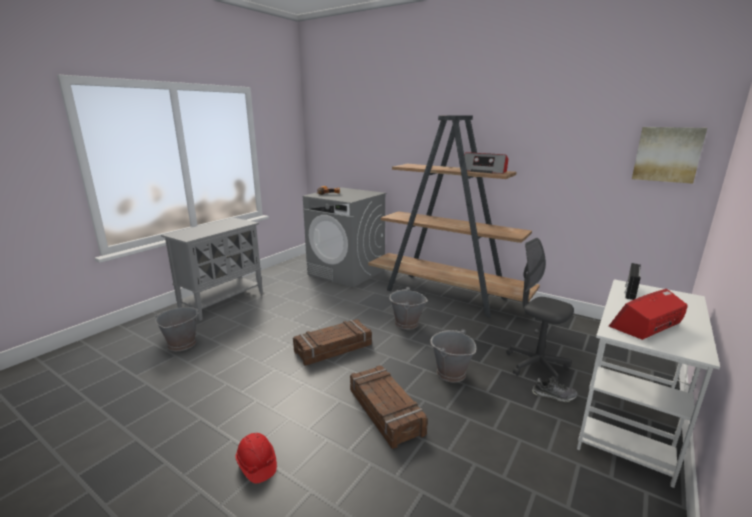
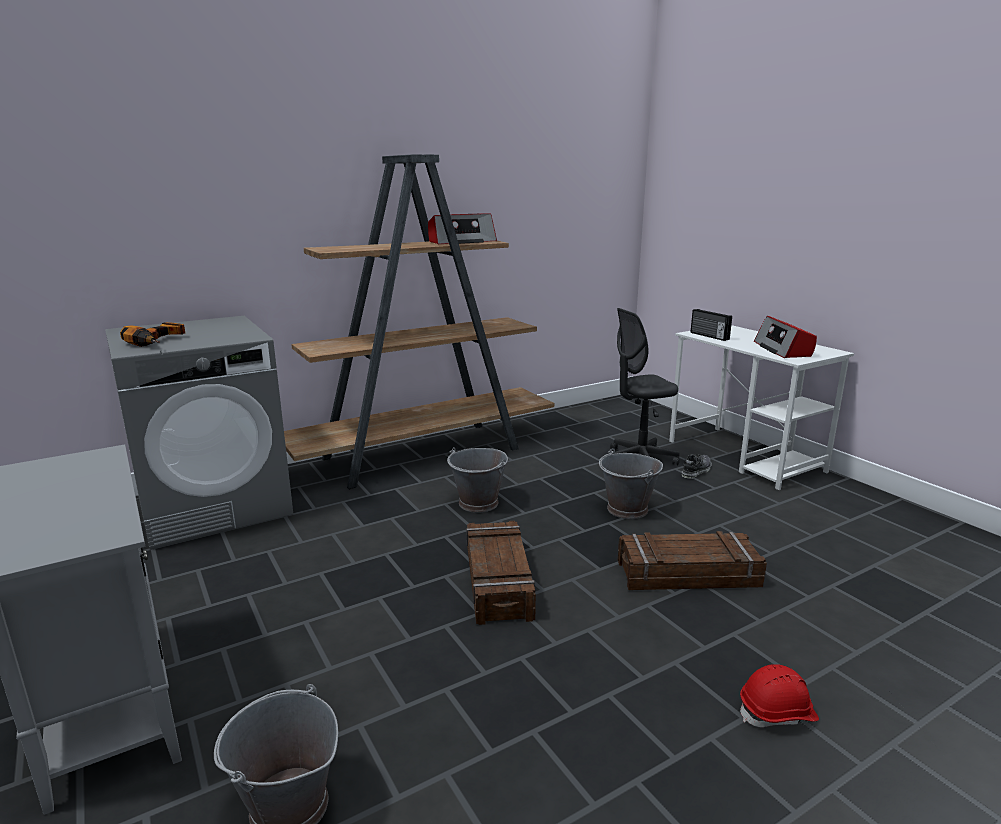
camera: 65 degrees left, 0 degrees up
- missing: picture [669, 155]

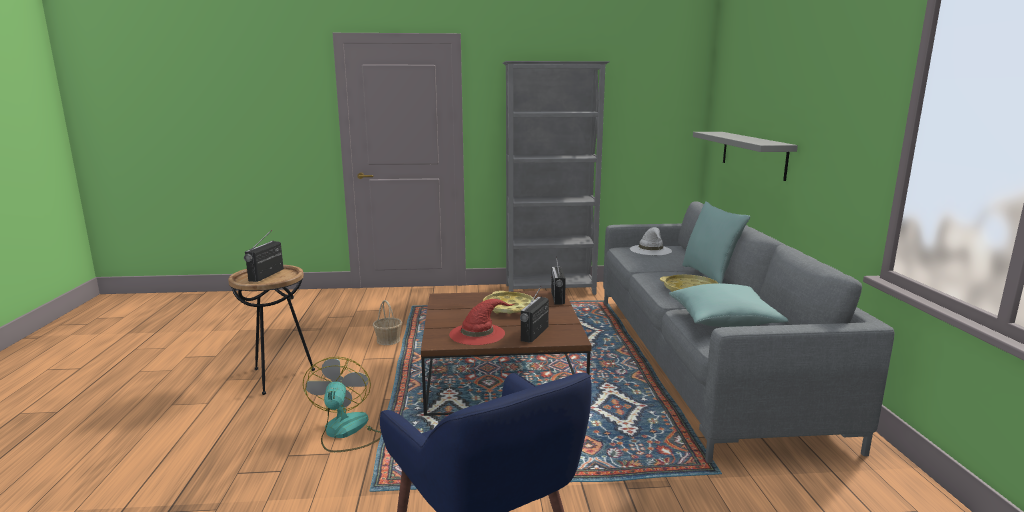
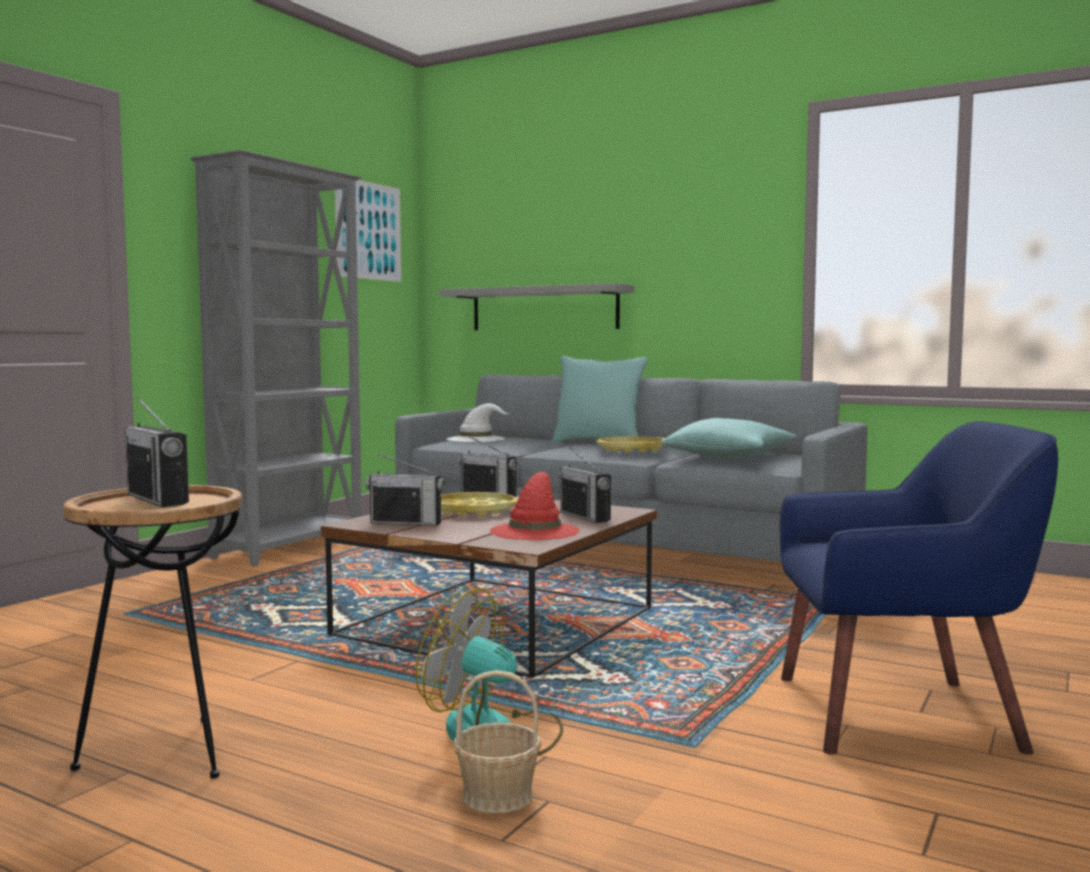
camera: 55 degrees left, 10 degrees down
- relocated: basket [387, 322] to [497, 741]
- appeared: picture [368, 231]
- appeared: radio [405, 490]

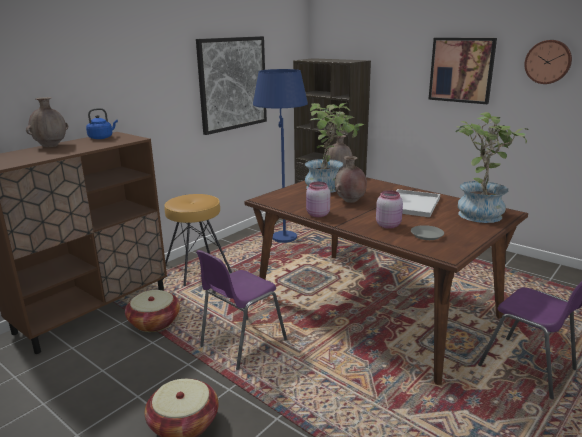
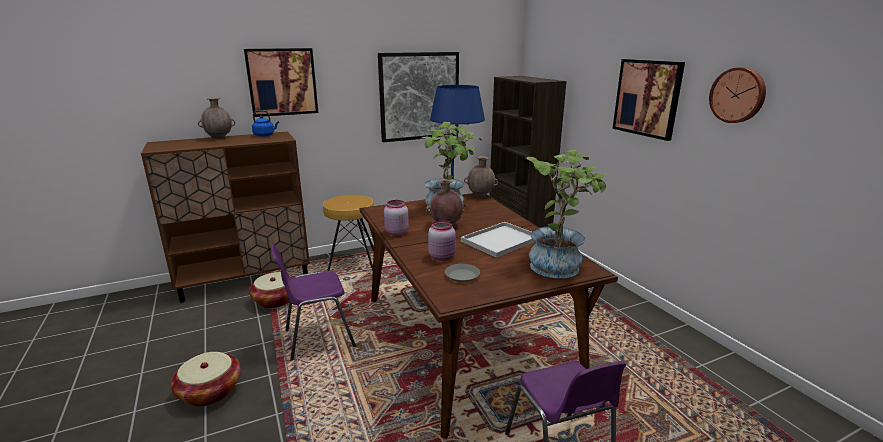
camera: 25 degrees right, 0 degrees up
- appeared: picture [281, 82]

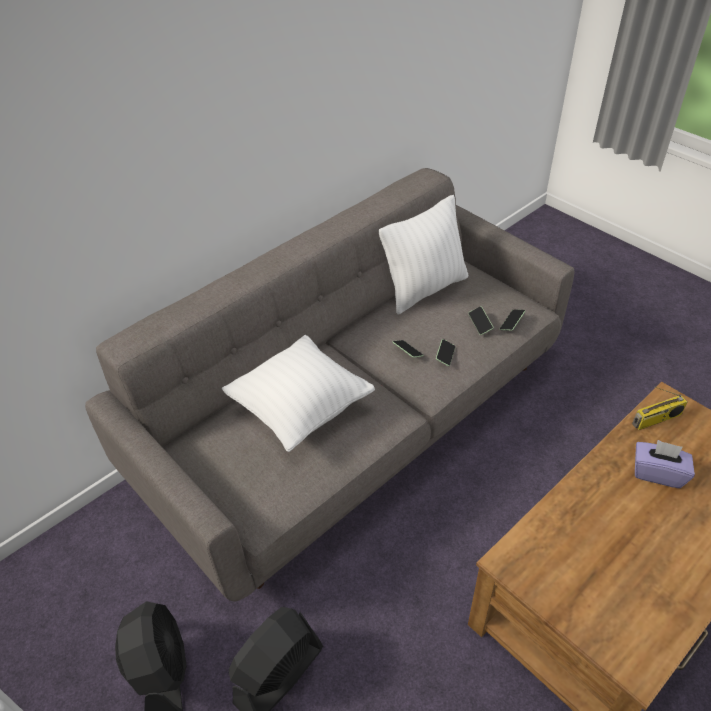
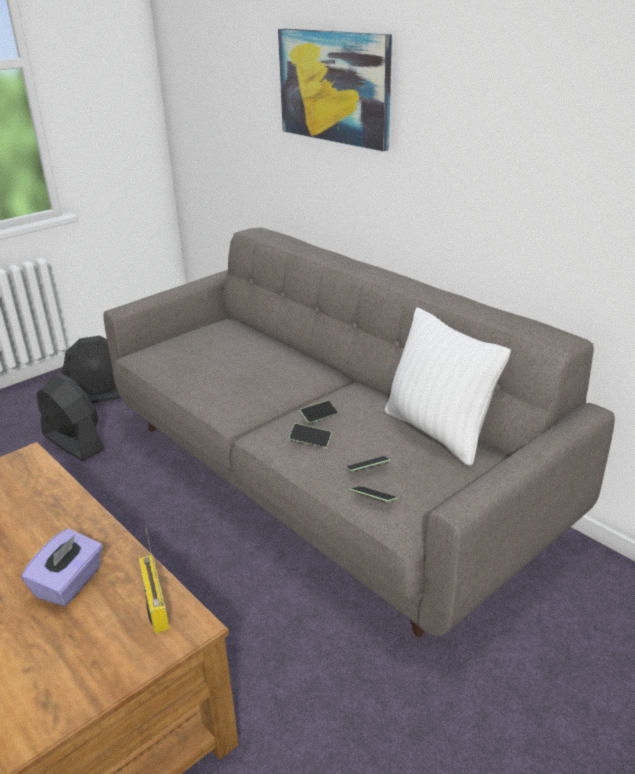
camera: 90 degrees right, 15 degrees down
- missing: white pillow [298, 393]
- appeared: picture [335, 90]

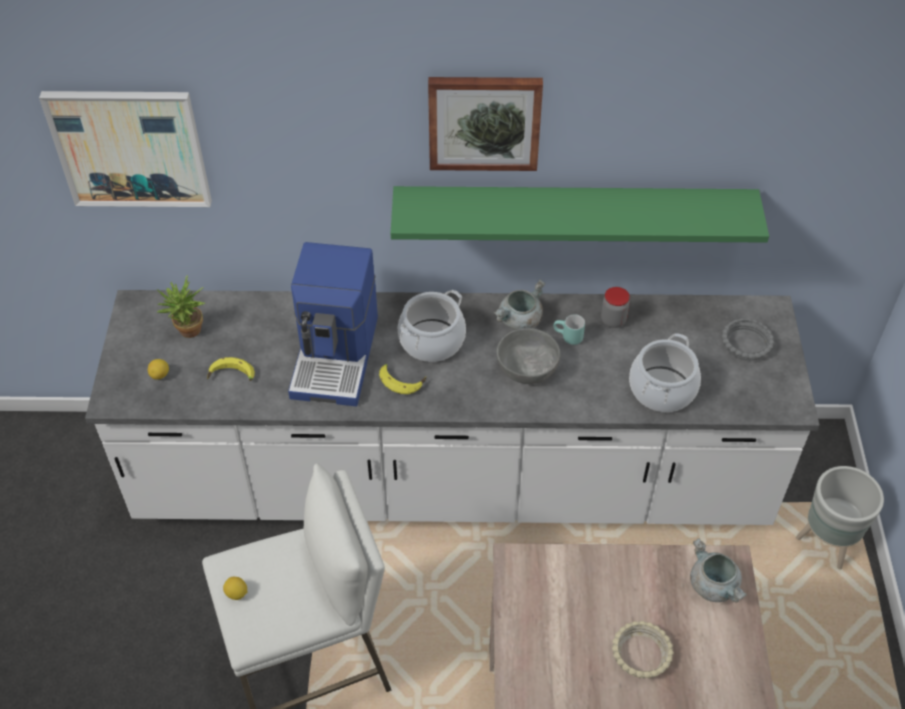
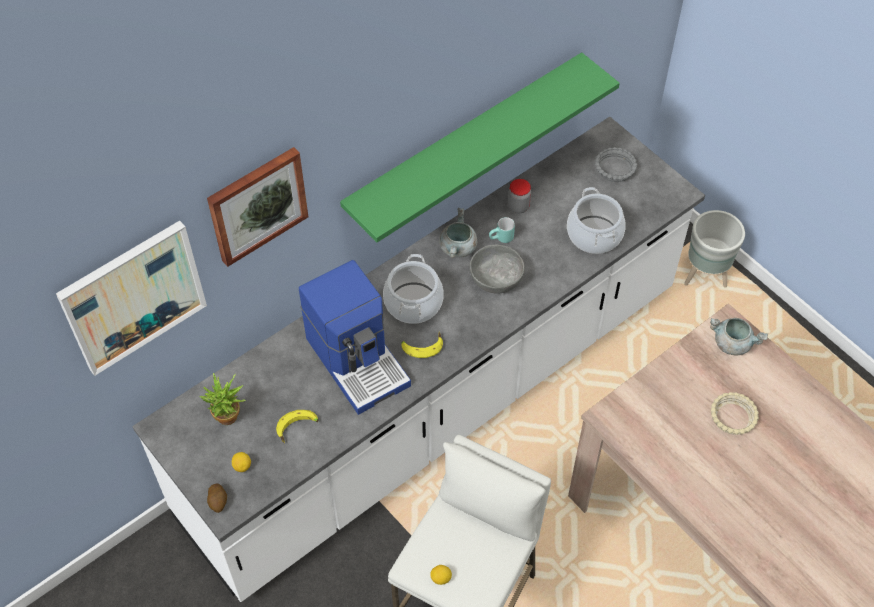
camera: 40 degrees left, 5 degrees up
- relocated: picture [485, 124] to [257, 207]
- appeared: potato [217, 498]

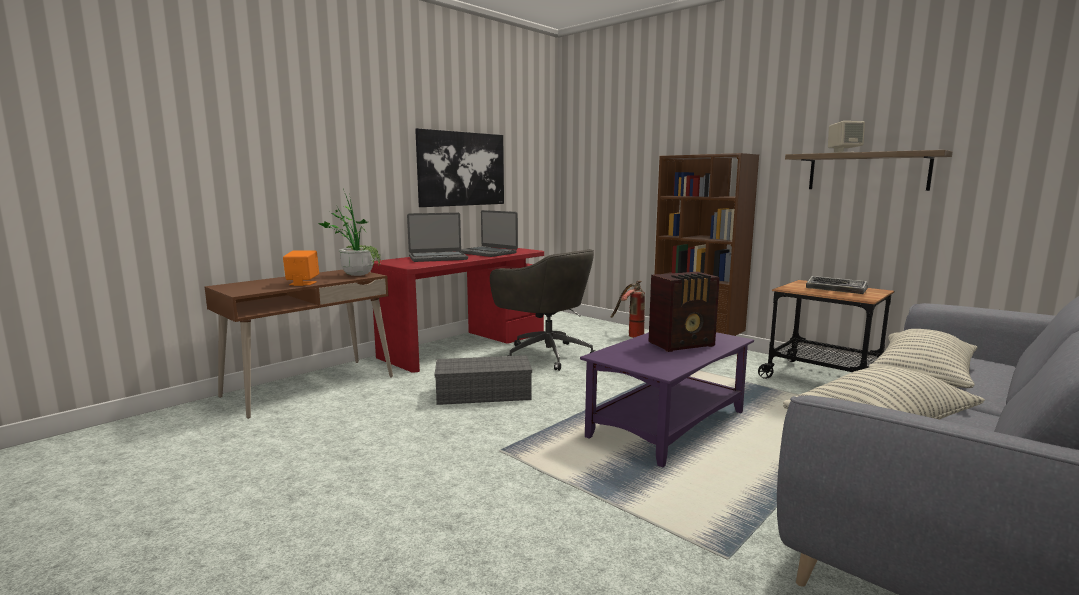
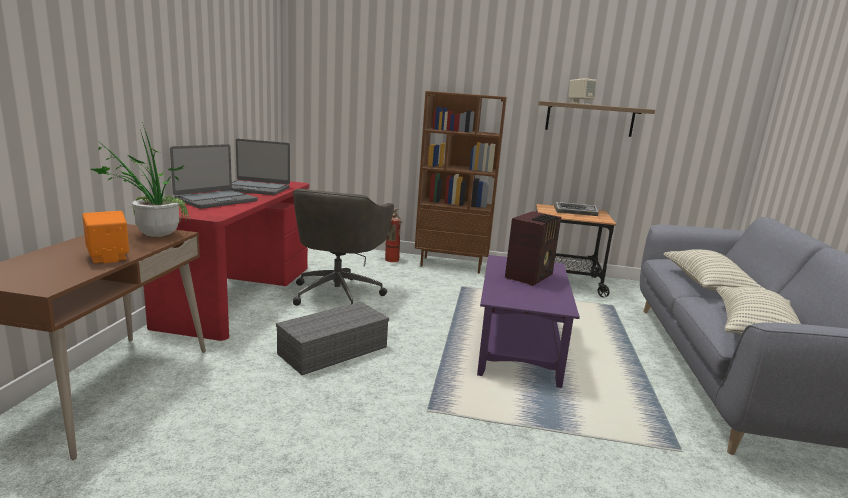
camera: 35 degrees left, 5 degrees up
- missing: picture [459, 167]
- spun: grey office chair [543, 310] = [343, 247] 90 degrees clockwise

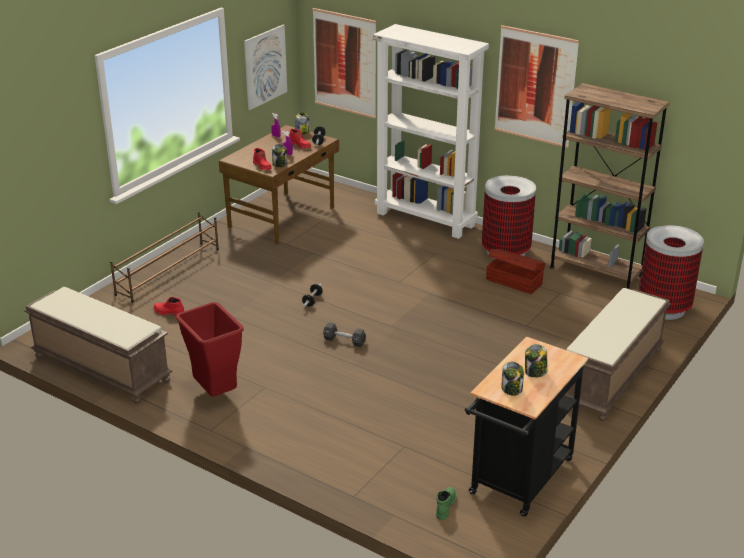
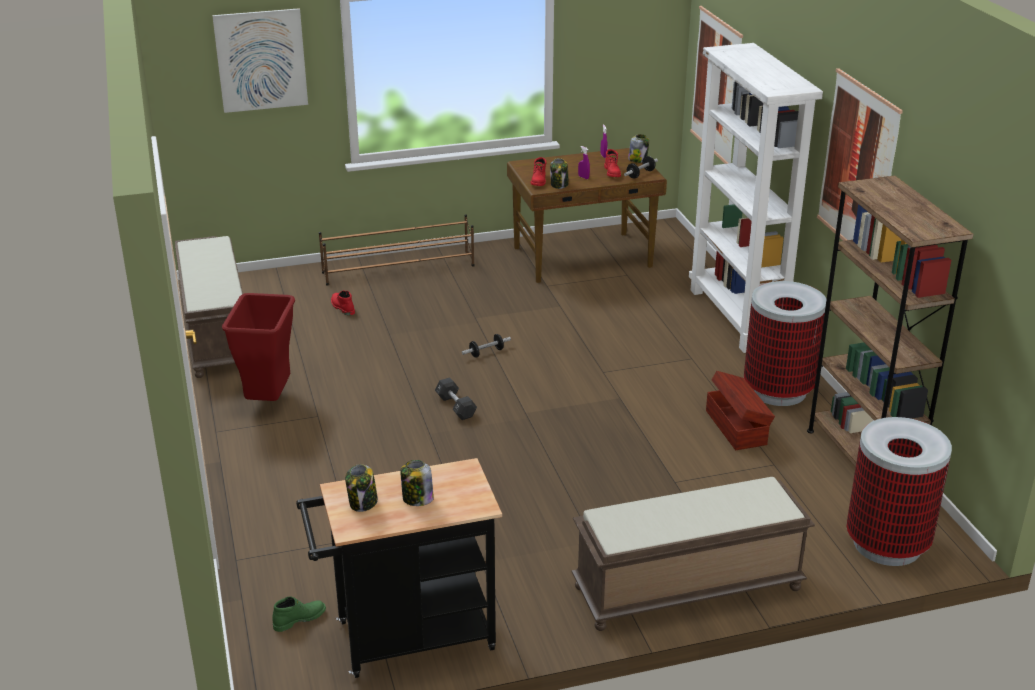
camera: 40 degrees right, 0 degrees up
- relocated: picture [265, 67] to [260, 60]

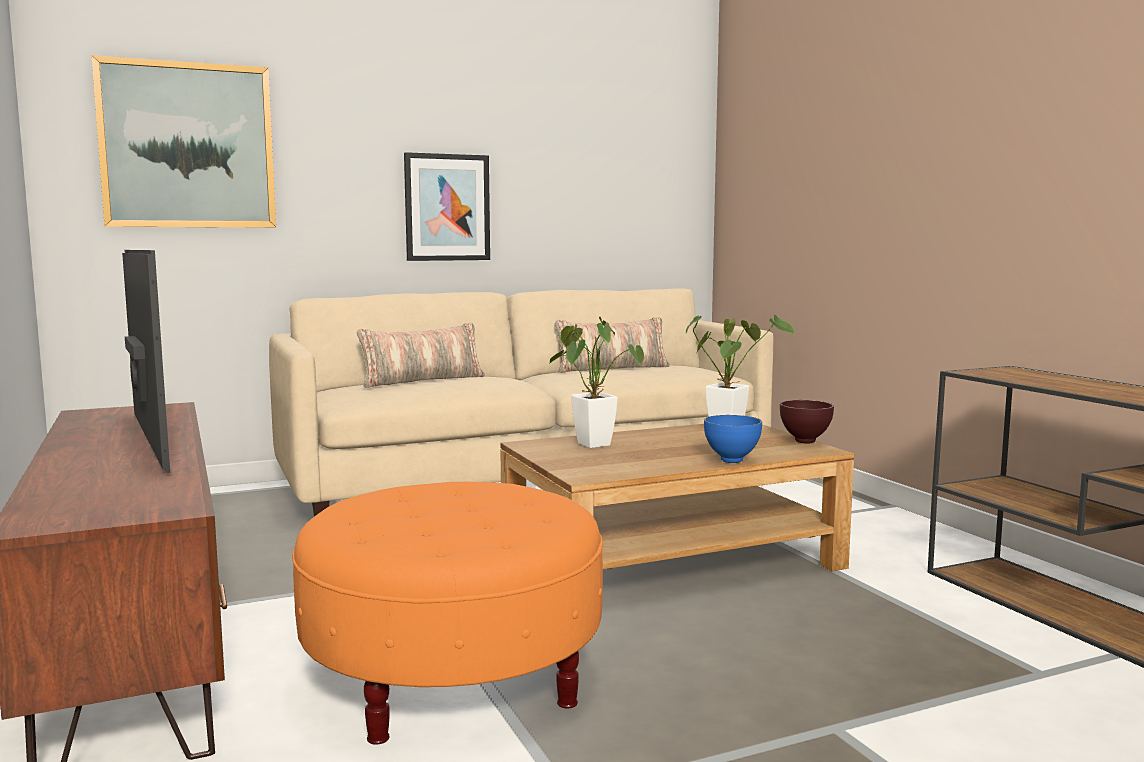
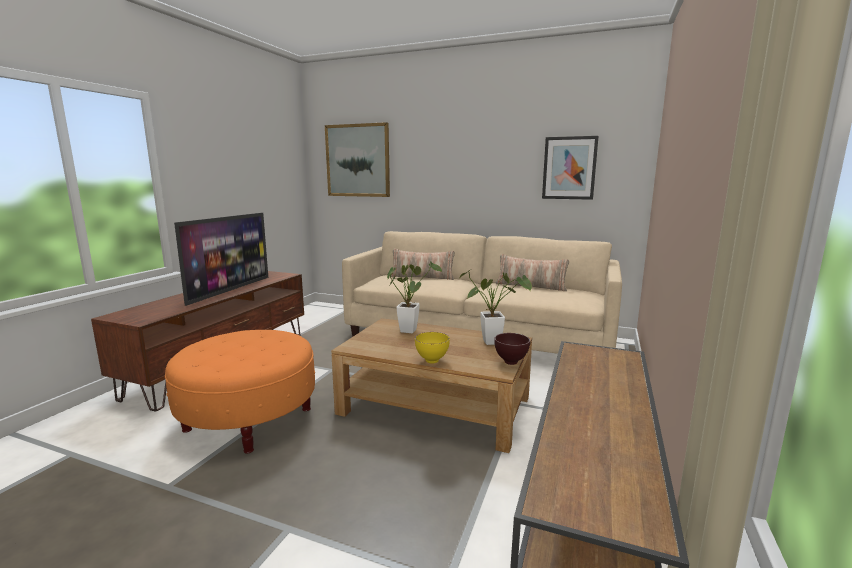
camera: 45 degrees right, 5 degrees up
- relocated: picture [447, 206] to [570, 168]
- colour: blue bowl [733, 439] to yellow bowl [432, 348]

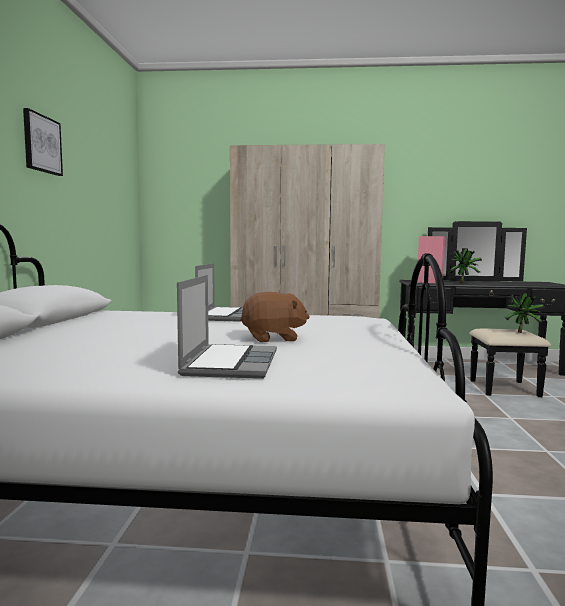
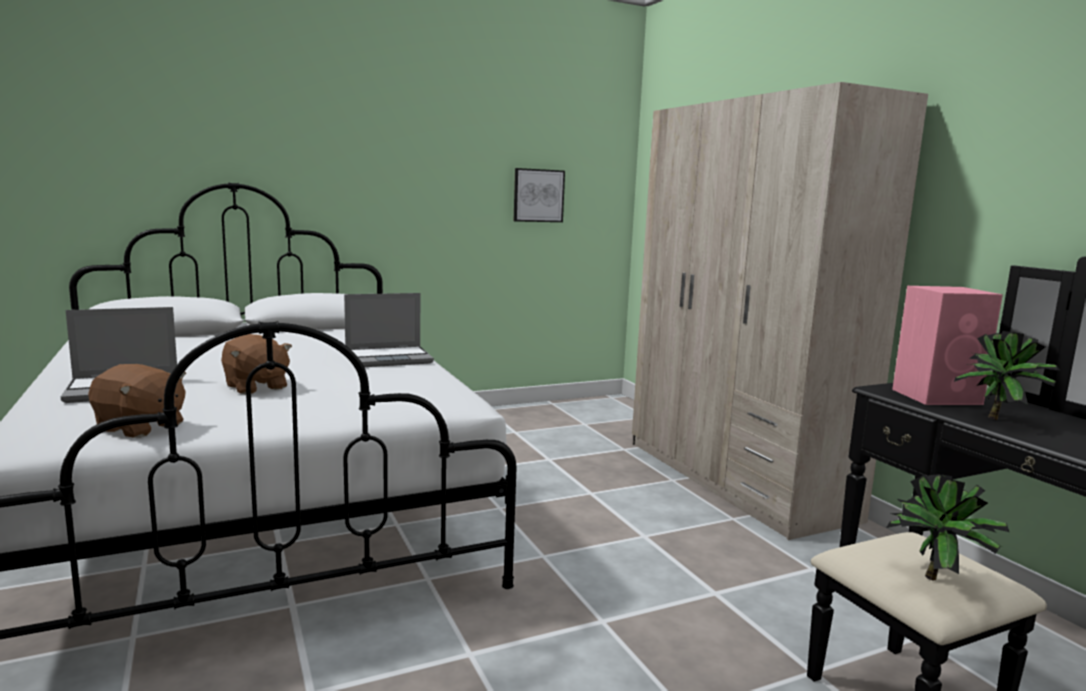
camera: 60 degrees right, 5 degrees up
- relocated: picture [43, 142] to [539, 195]
- appeared: brown plush toy [137, 401]

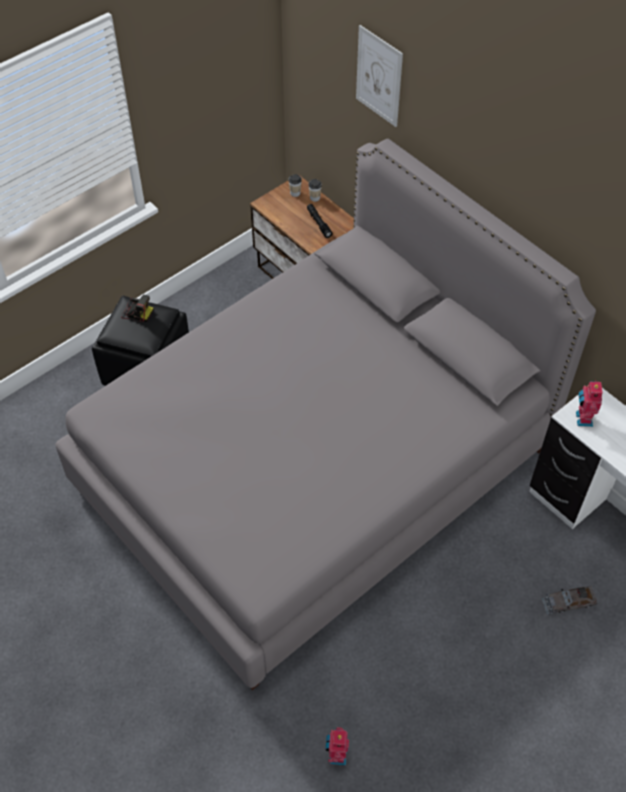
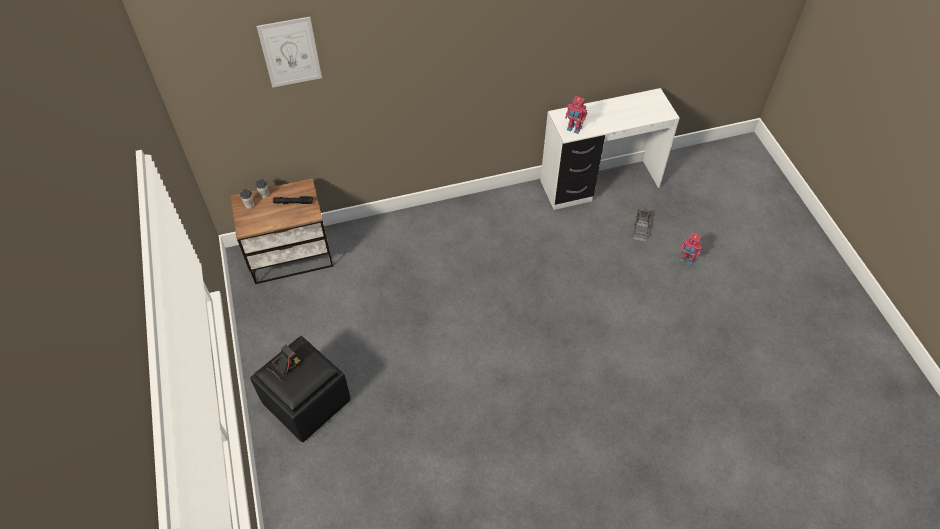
camera: 65 degrees left, 0 degrees up
- missing: grey bed [325, 414]
- relocated: toy robot [337, 746] to [691, 249]

